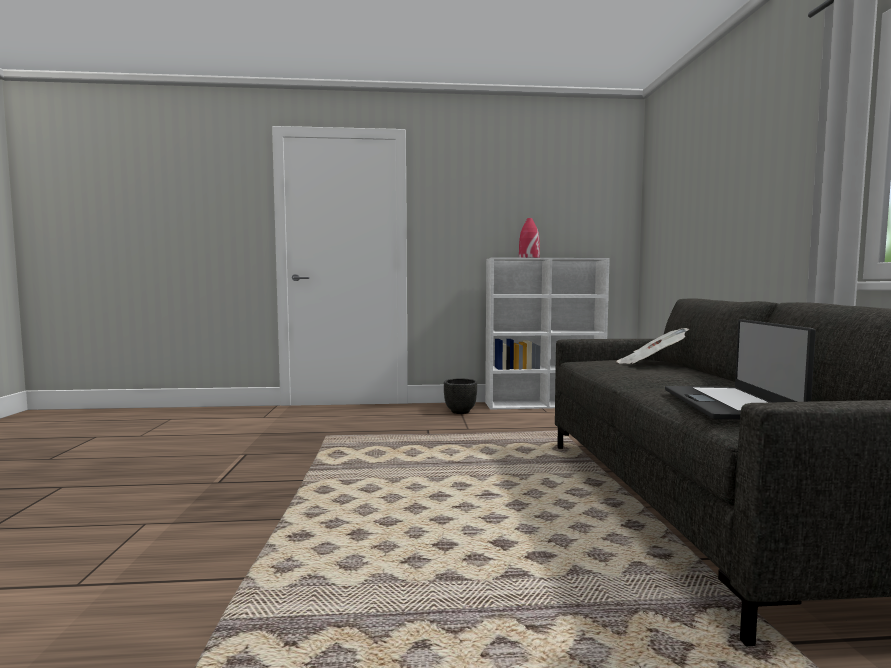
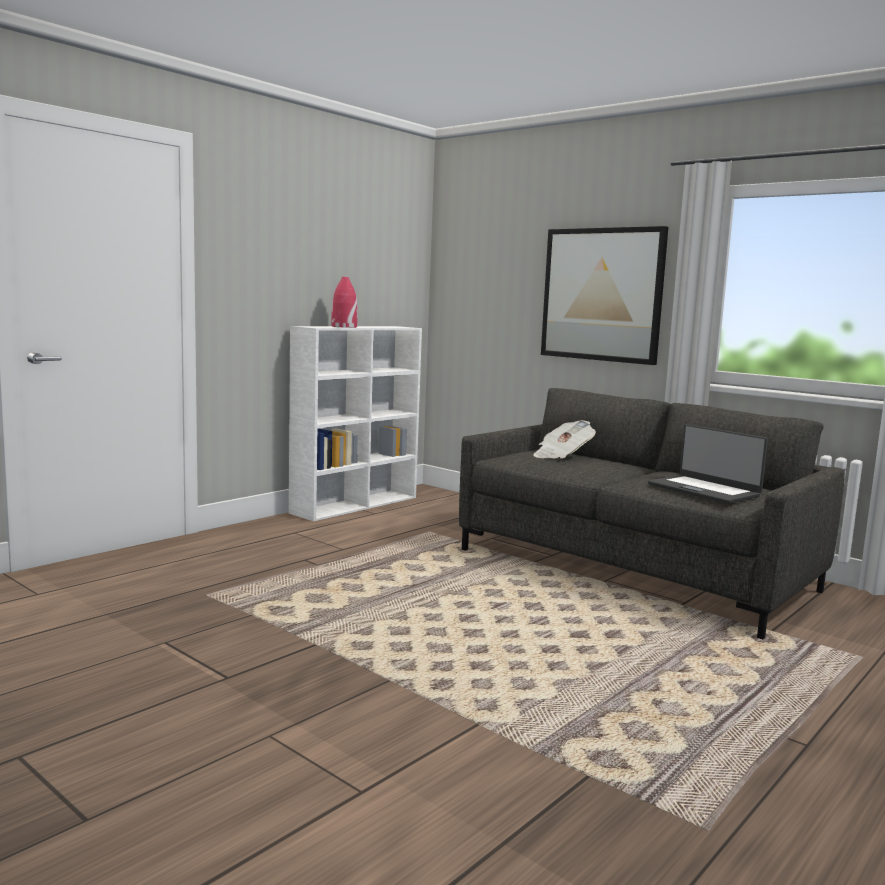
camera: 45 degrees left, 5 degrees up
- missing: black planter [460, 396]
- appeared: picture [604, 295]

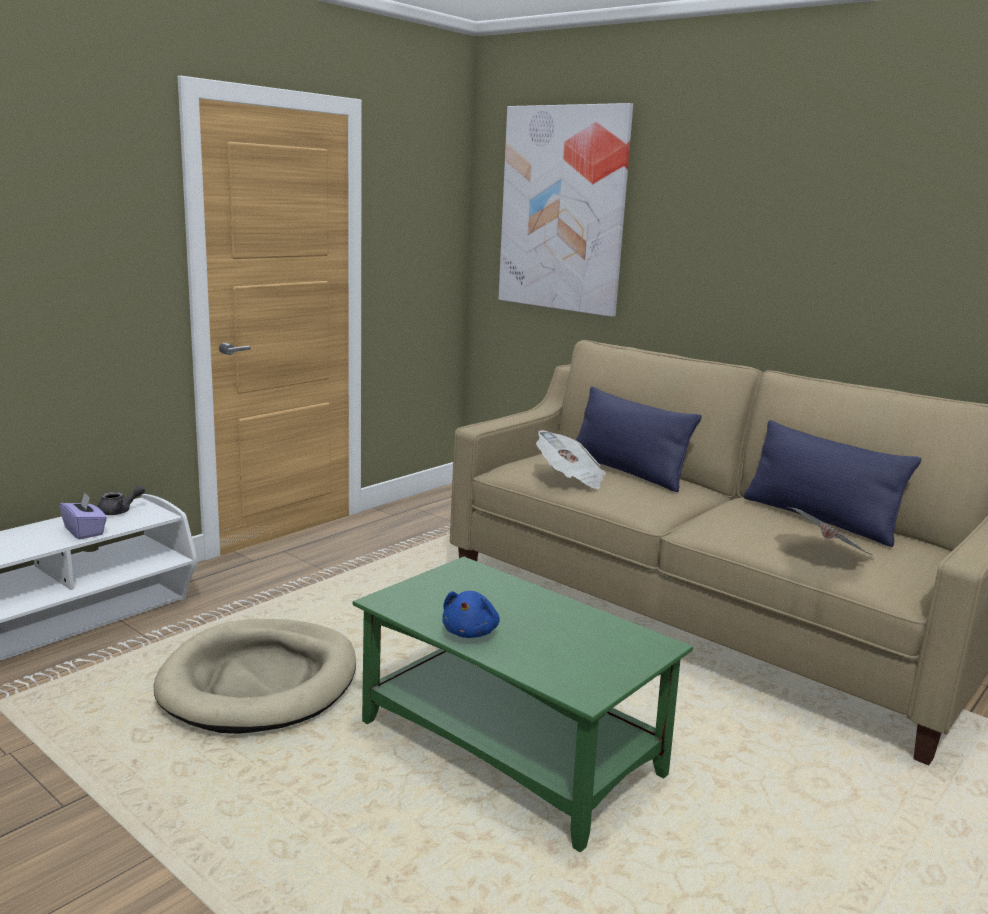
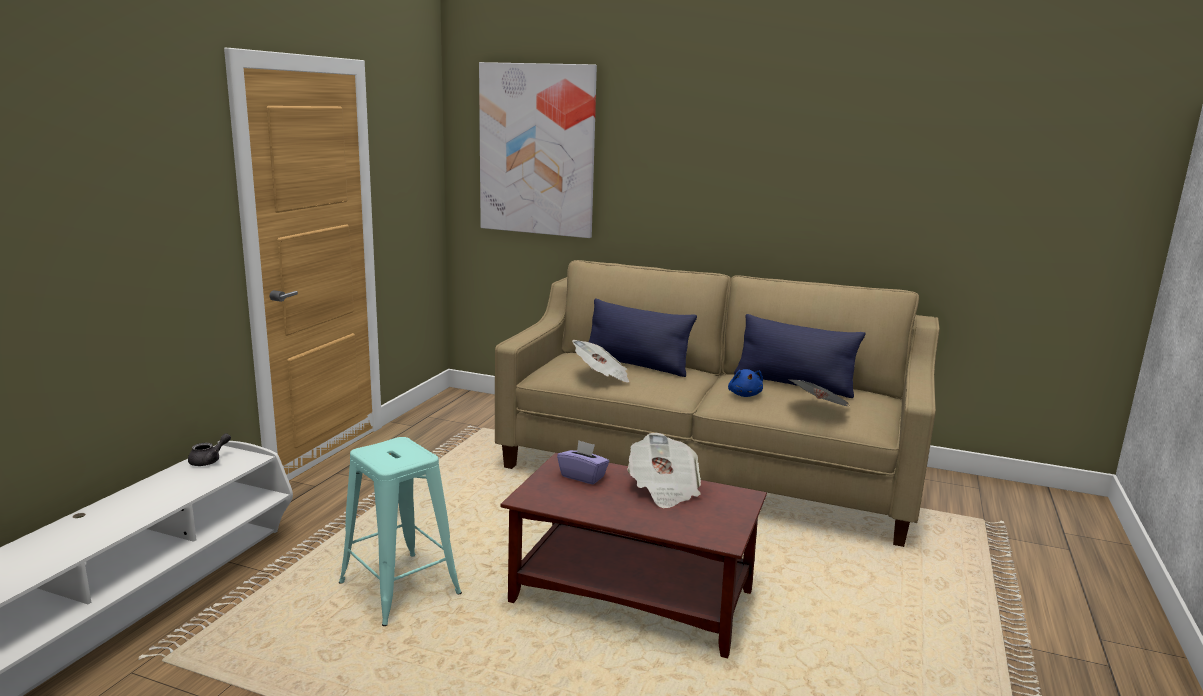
camera: 20 degrees left, 0 degrees up
- relocated: purple tissue box [83, 516] to [583, 462]
- colour: green coffee table [523, 704] to brown coffee table [633, 555]
- relocated: blue plush toy [471, 614] to [745, 383]
- exchanged: beige dog bed [255, 676] to turquoise stool [400, 531]
- appeared: newspaper [664, 470]

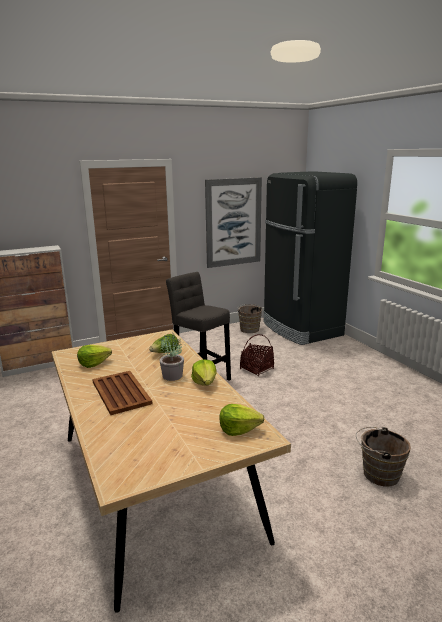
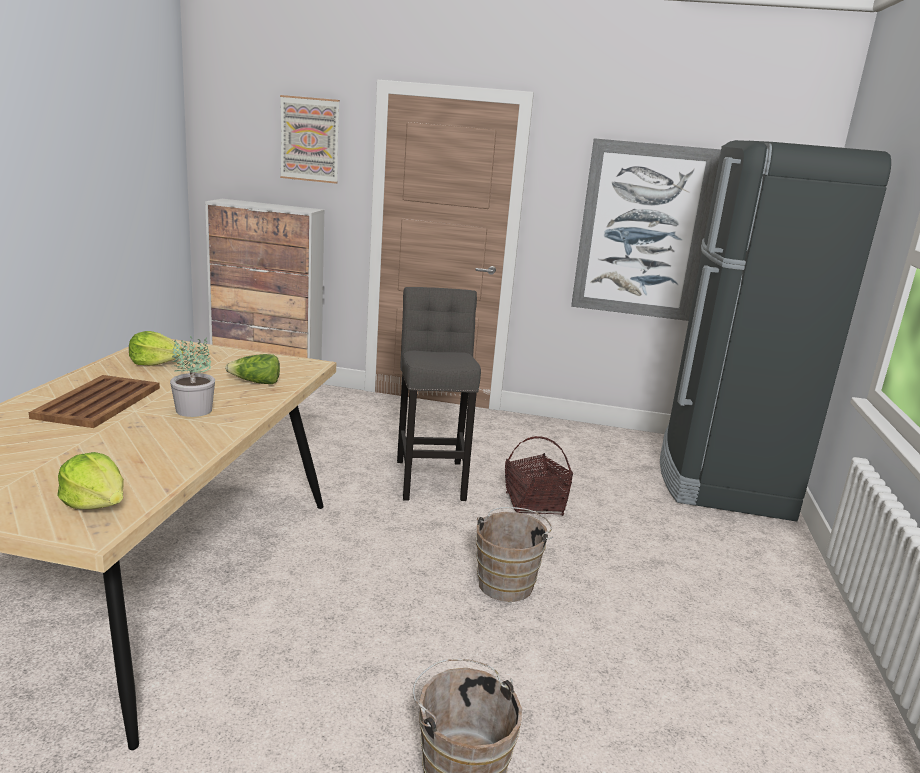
camera: 35 degrees right, 0 degrees up
- relocated: brown bucket [250, 318] to [514, 554]
- missing: lettuce [204, 373]
- appeared: picture [310, 139]

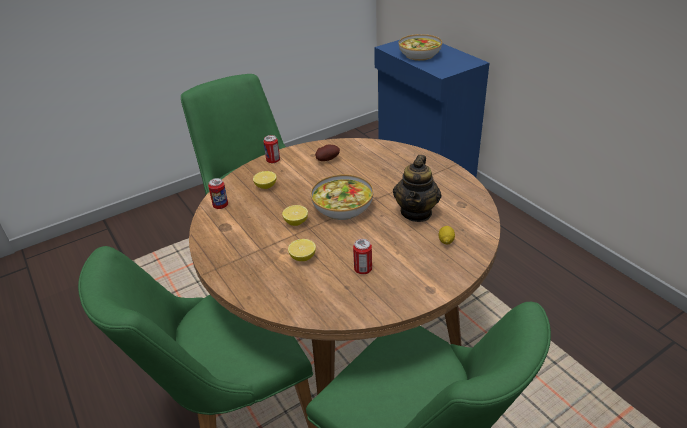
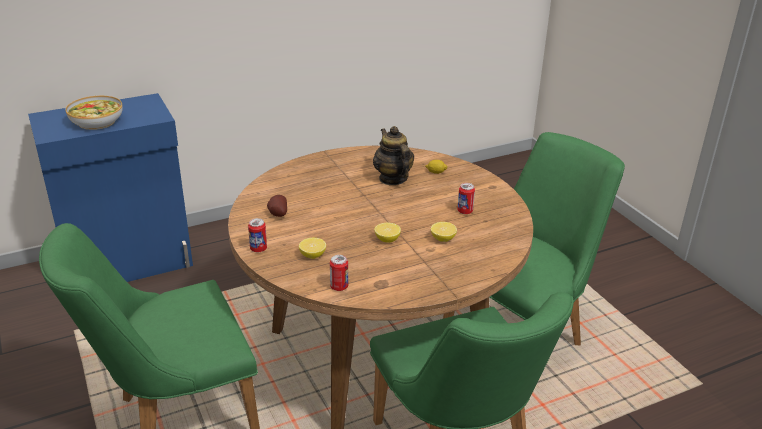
camera: 85 degrees left, 5 degrees down
- spun: teapot [417, 188] = [393, 155] 135 degrees counterclockwise
- missing: bowl [342, 197]

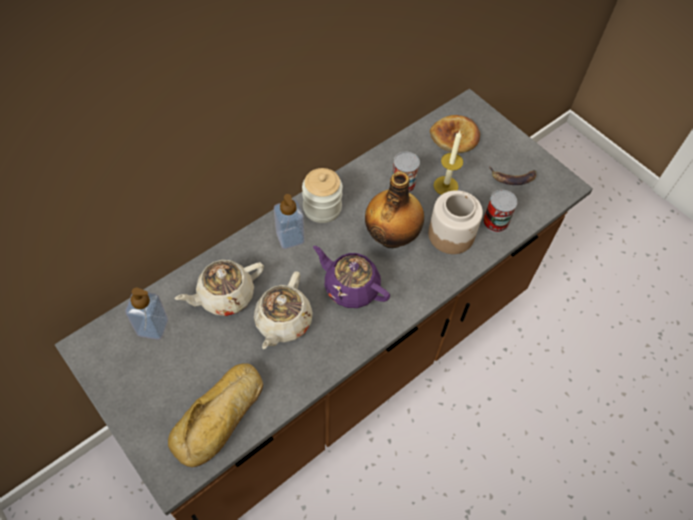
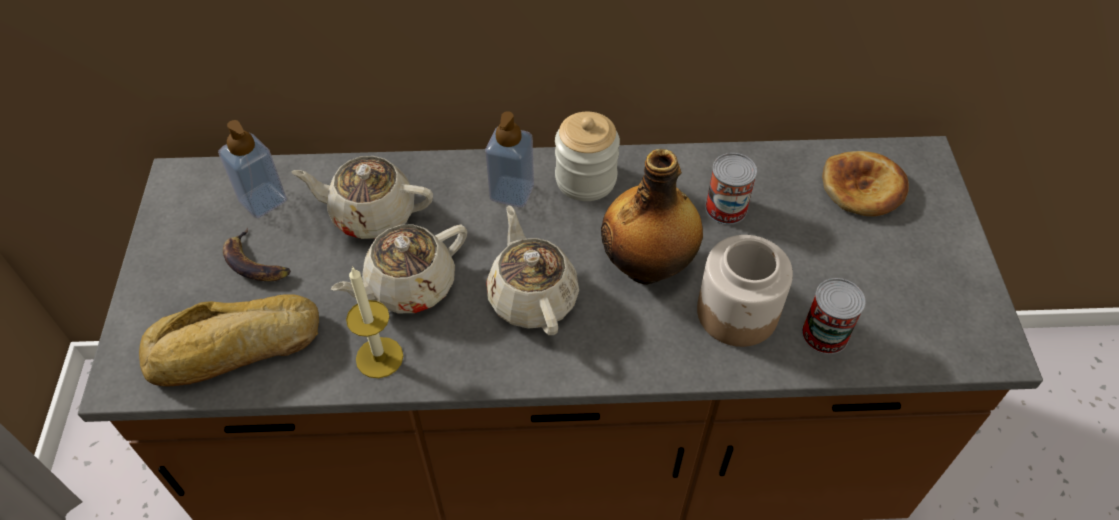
camera: 40 degrees right, 5 degrees down
- relocated: candle [448, 163] to [374, 322]
- relocated: banana [512, 175] to [257, 254]
- colour: purple teapot [351, 277] to beige teapot [532, 270]

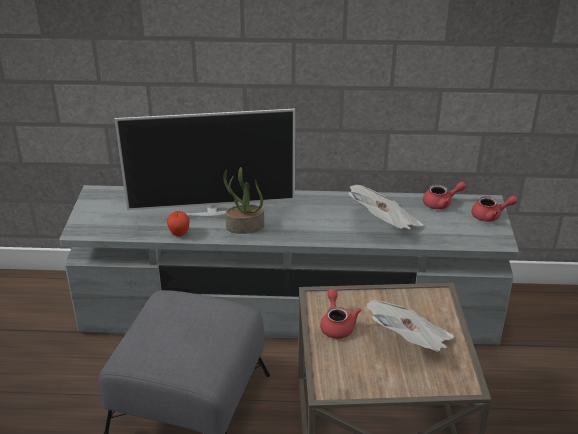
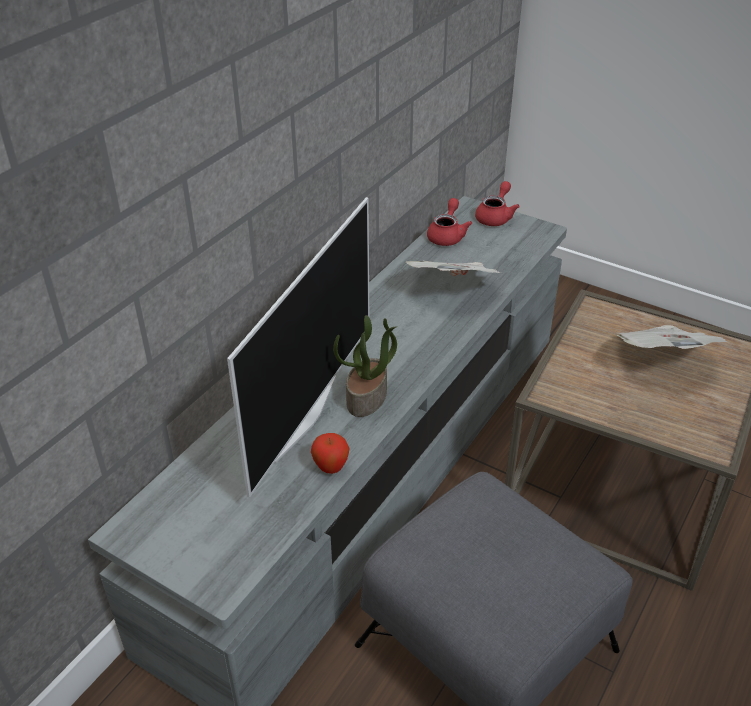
camera: 60 degrees left, 5 degrees up
- missing: red teapot [340, 314]

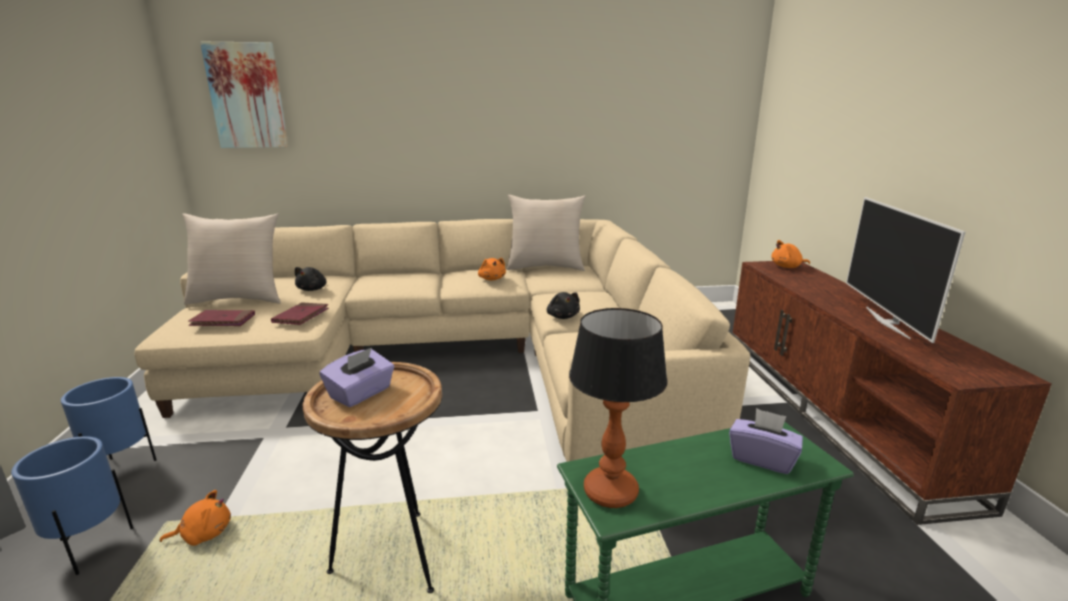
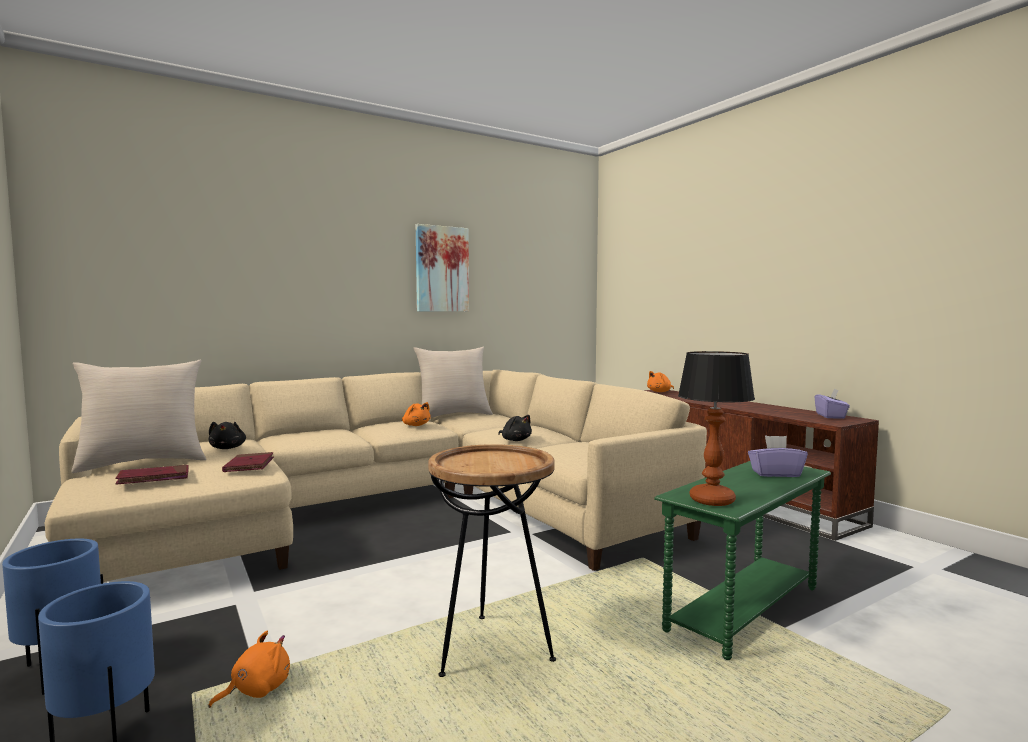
camera: 25 degrees left, 15 degrees down
- relocated: picture [244, 95] to [442, 268]
- missing: television [905, 270]
- relocated: purple tissue box [357, 377] to [832, 403]

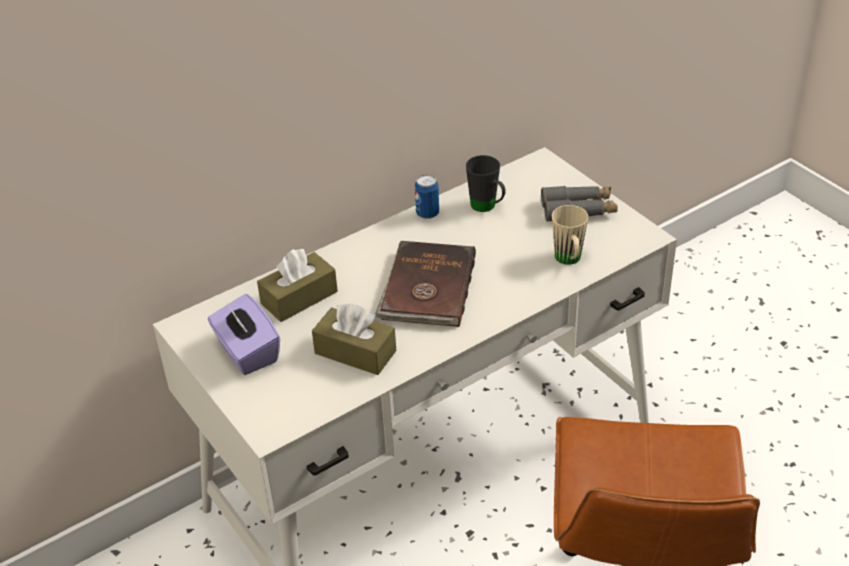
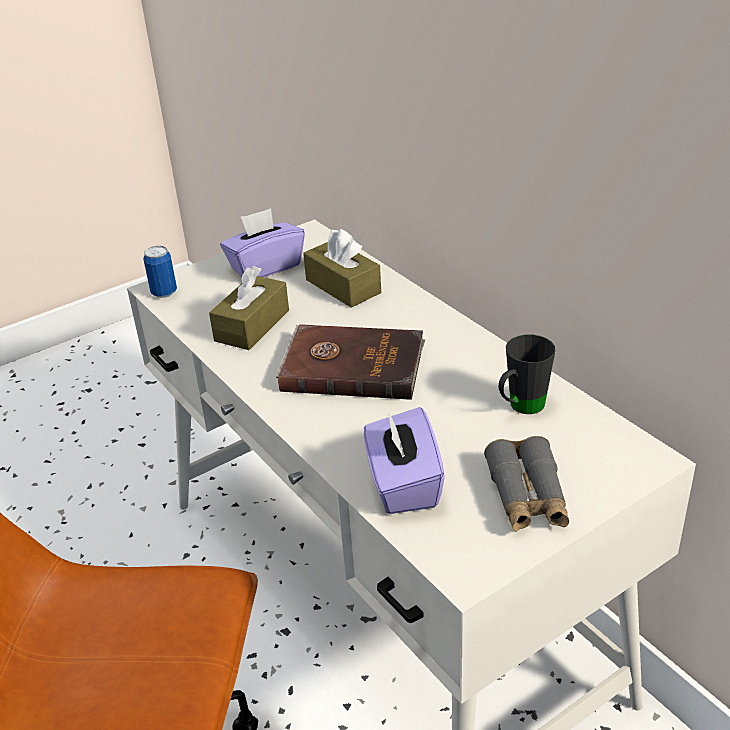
camera: 90 degrees right, 5 degrees down
- relocated: can [427, 197] to [160, 272]
- exchanged: beige mug [570, 235] to purple tissue box [404, 460]

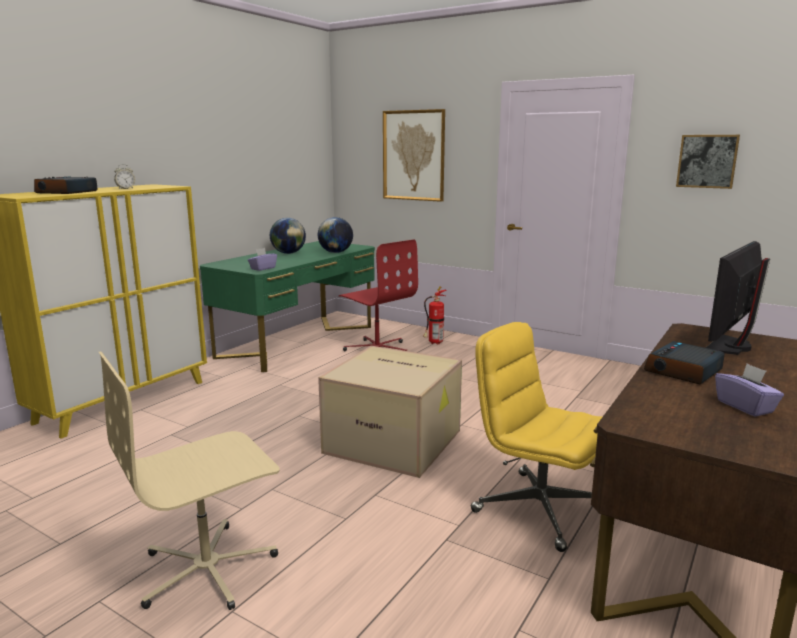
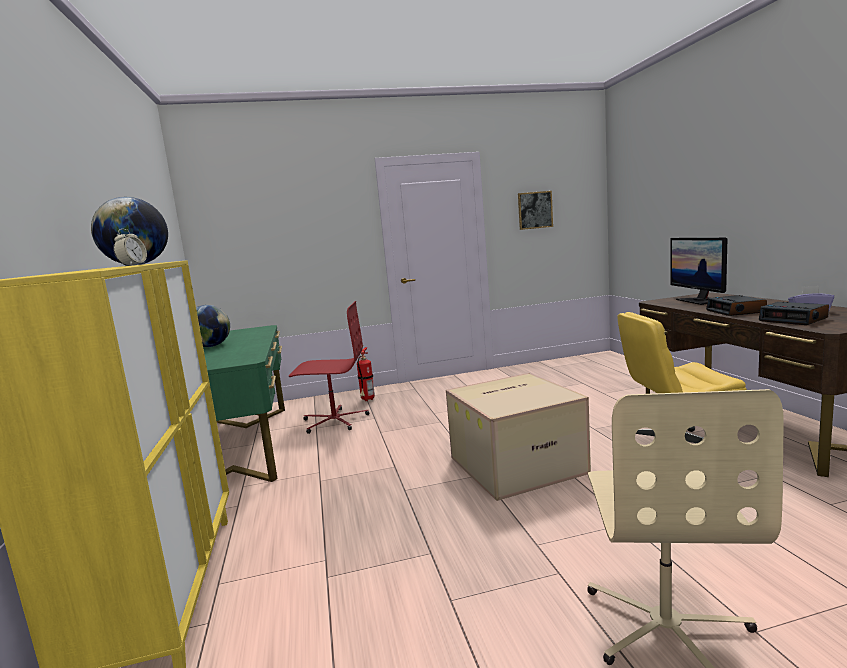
camera: 45 degrees left, 5 degrees down
- missing: picture [414, 155]
- relocated: alarm clock [66, 185] to [794, 313]
- relocated: globe [335, 235] to [129, 231]
- missing: purple tissue box [262, 259]

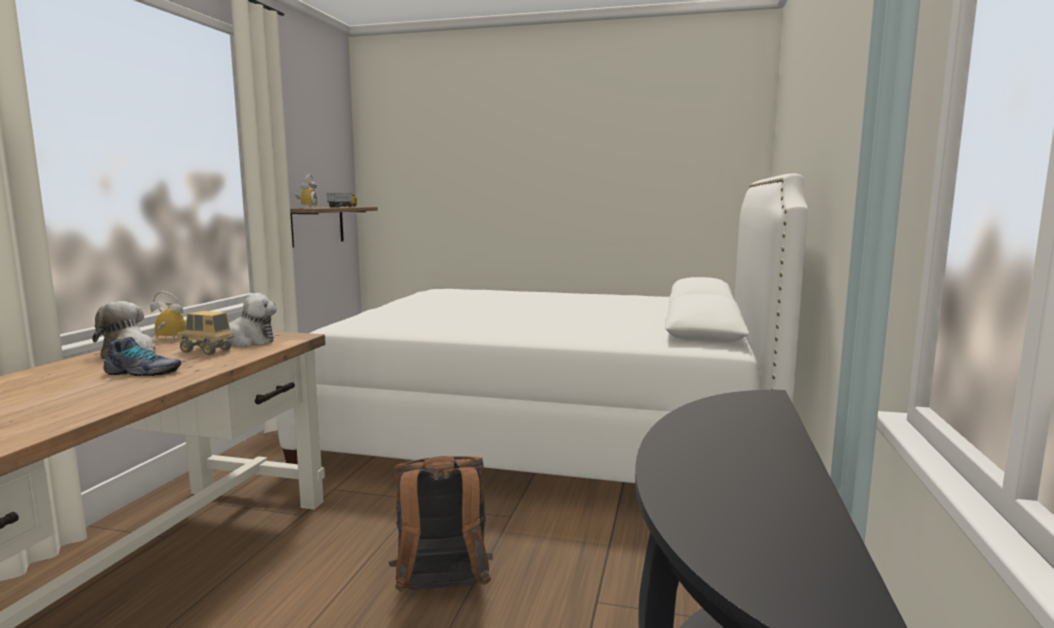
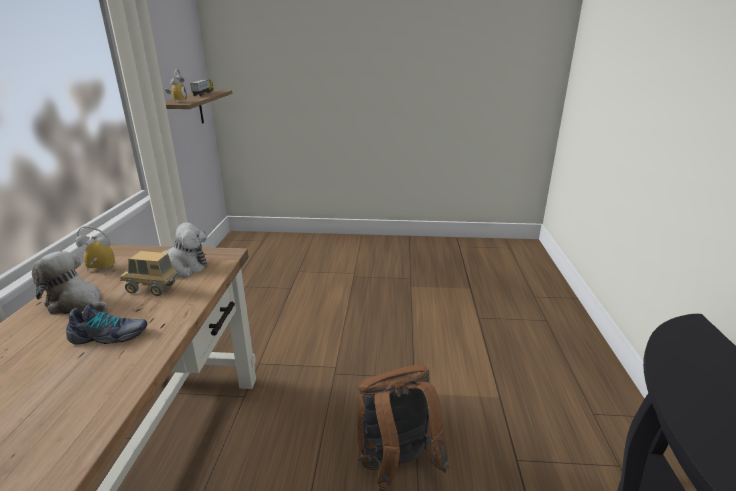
camera: 10 degrees left, 15 degrees up
- missing: white bed [542, 328]

